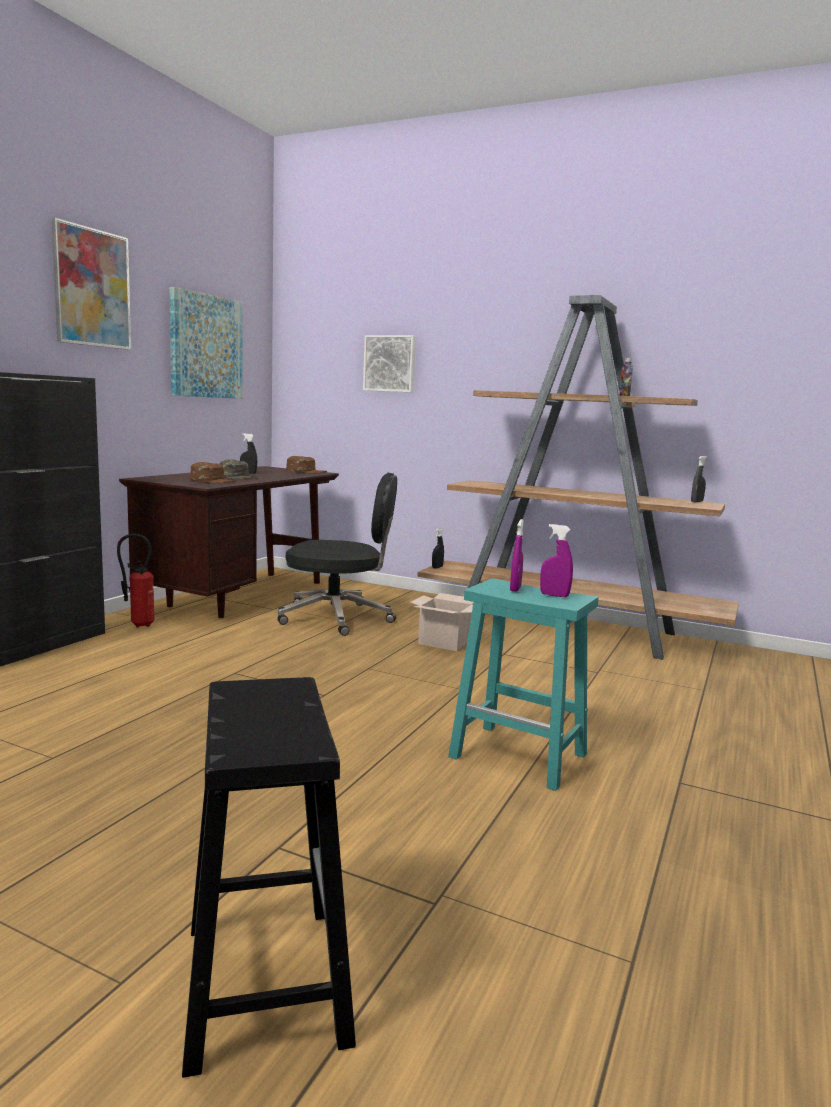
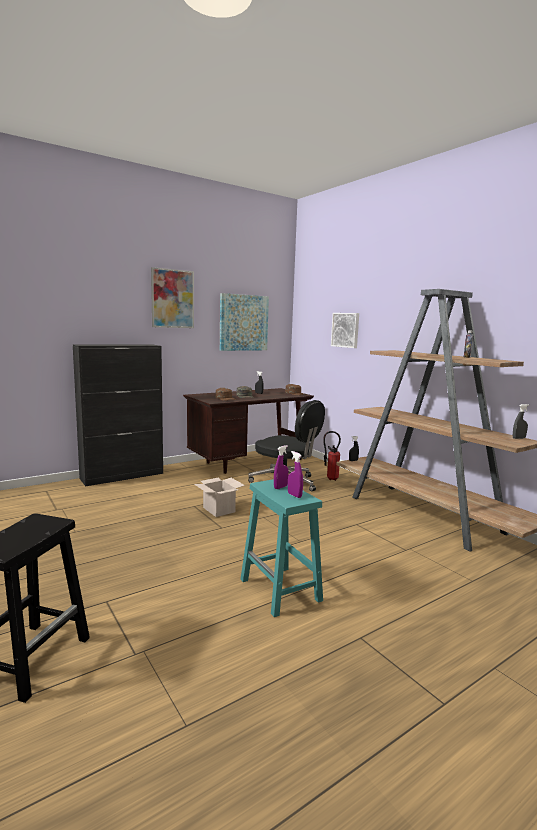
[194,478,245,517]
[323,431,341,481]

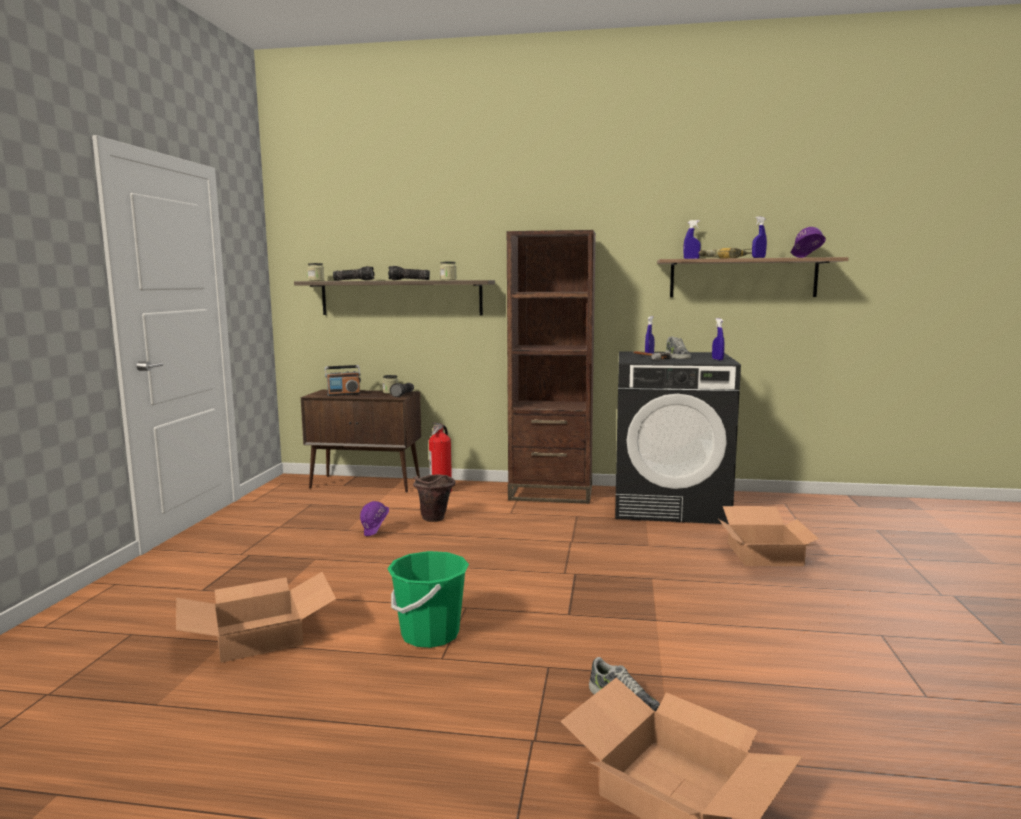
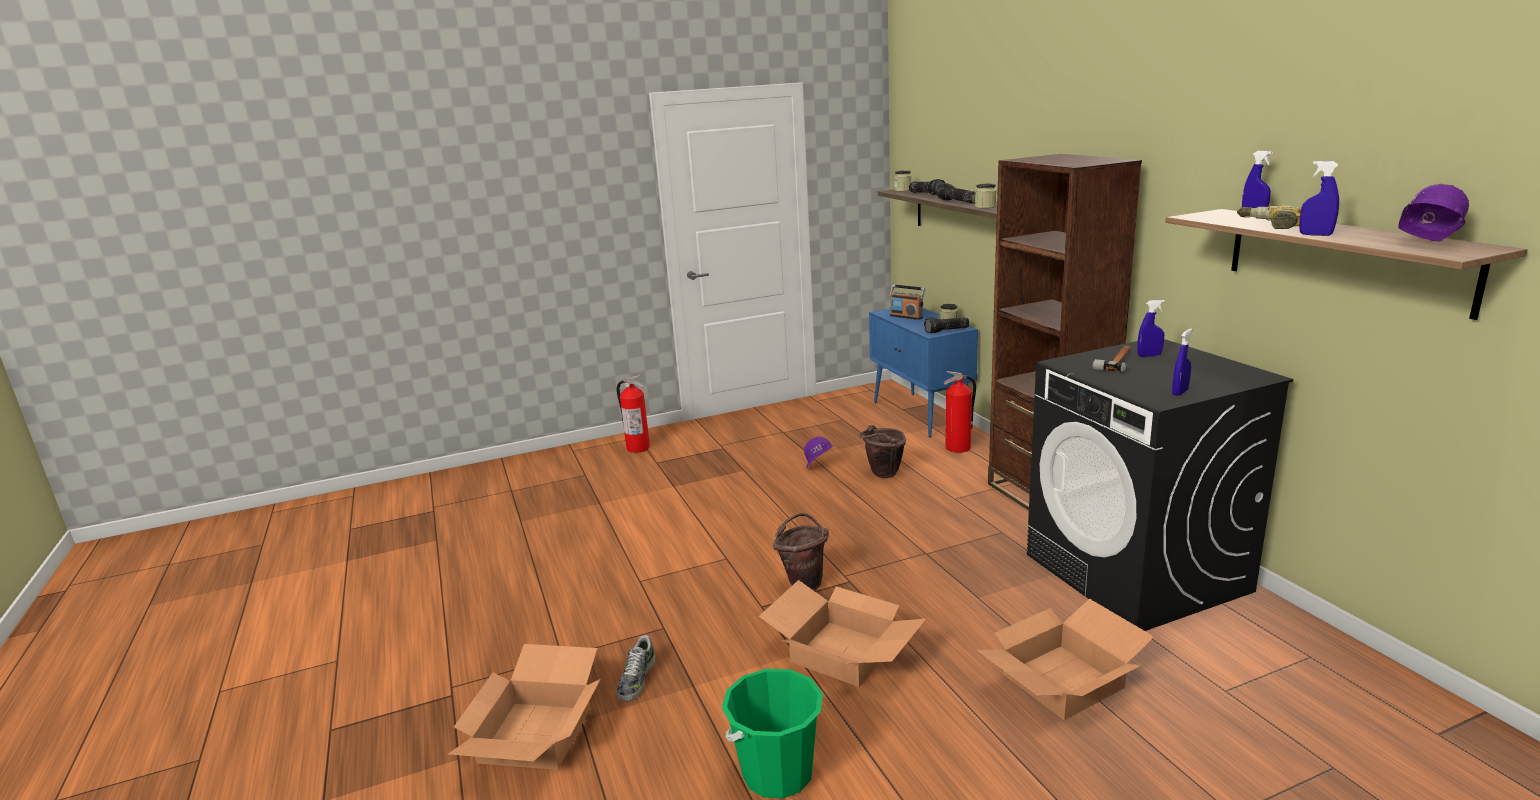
[617,375,650,453]
[722,669,823,798]
[759,580,926,687]
[773,513,829,591]
[869,308,978,437]
[665,337,691,359] (first image)

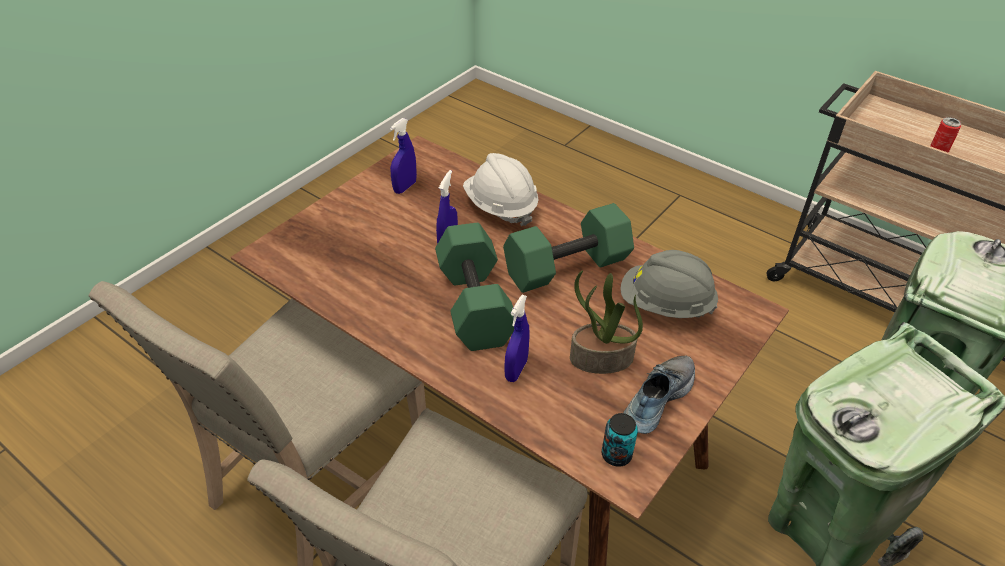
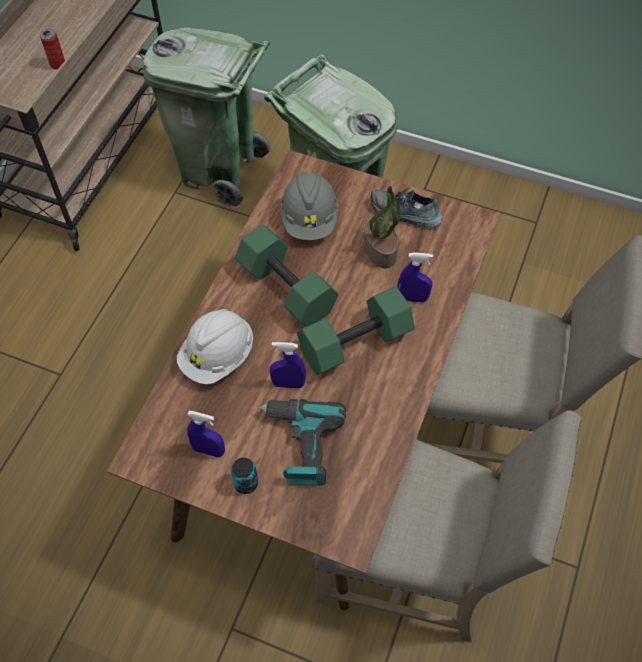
[231,458,258,494]
[258,399,346,486]

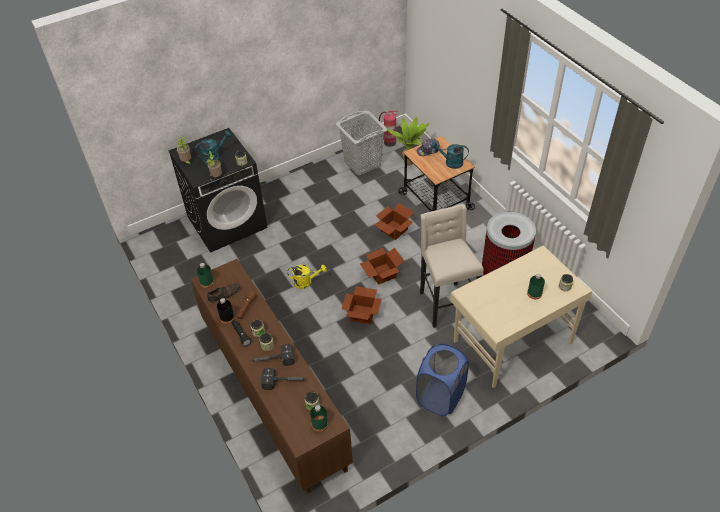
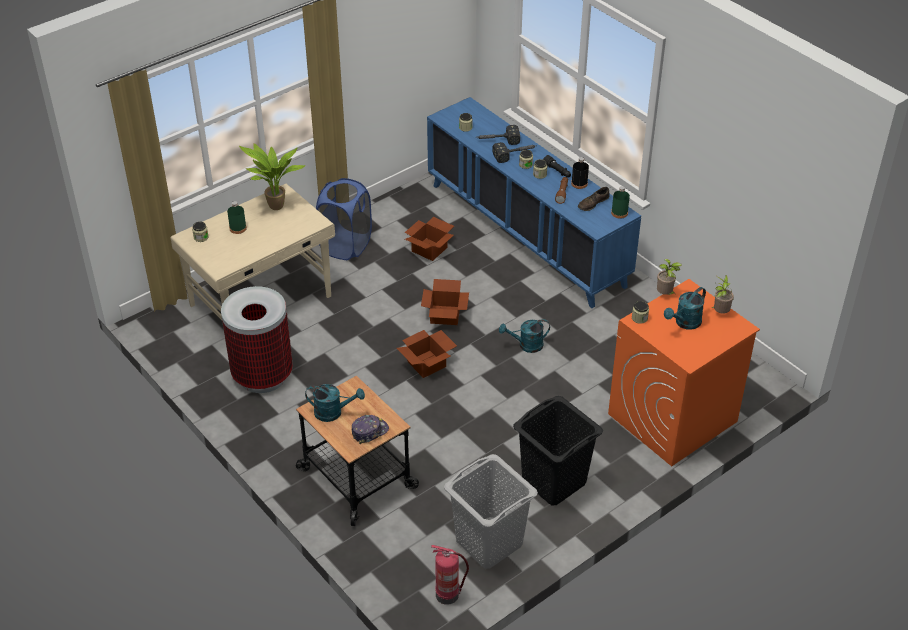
[239,143,306,210]
[405,217,454,261]
[427,97,641,308]
[499,319,550,353]
[513,396,603,506]
[608,279,760,466]
[310,405,328,432] (first image)
[420,204,484,328] (first image)

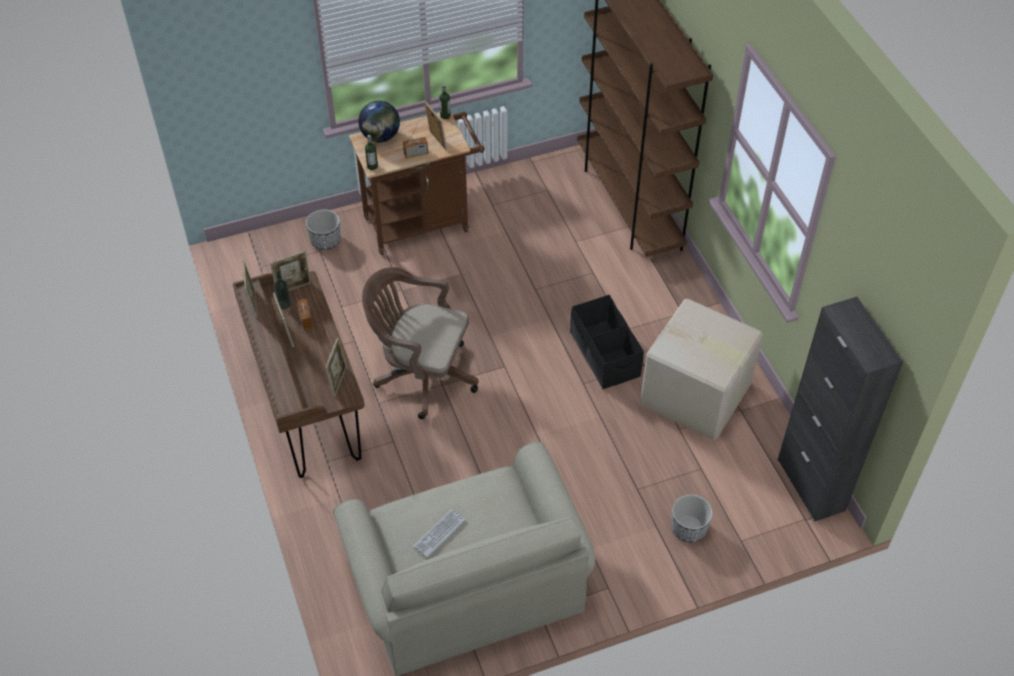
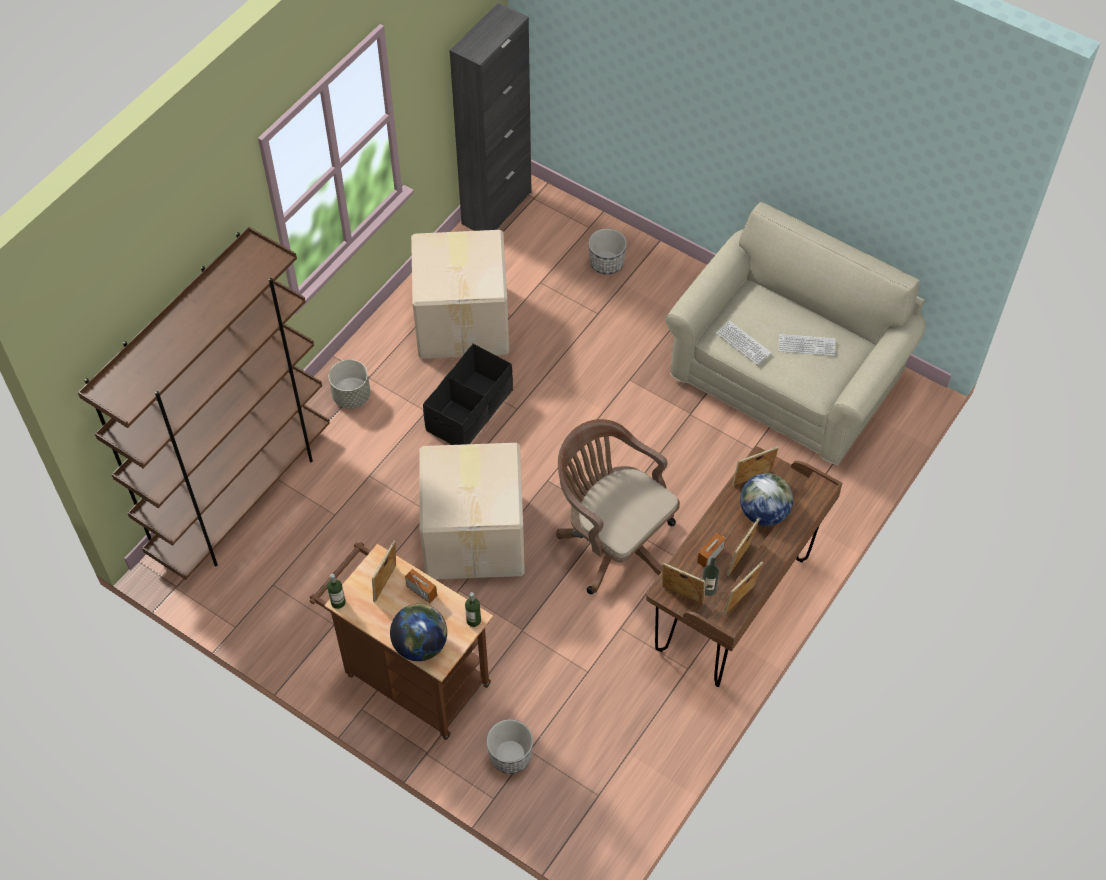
[329,359,371,409]
[419,443,525,579]
[556,419,680,594]
[717,321,771,365]
[740,473,793,526]

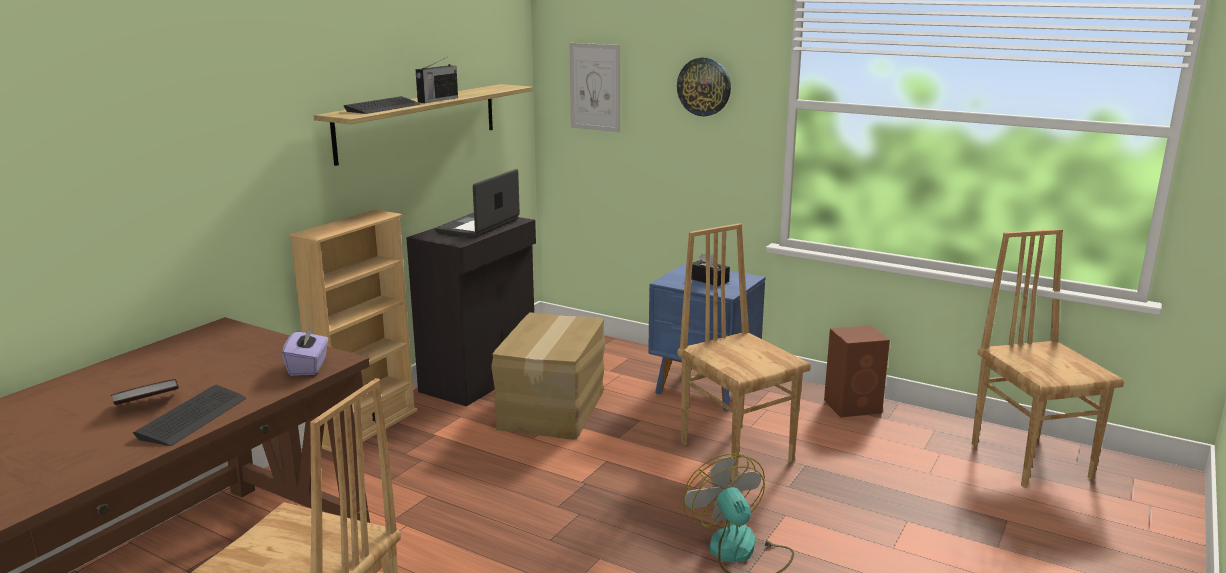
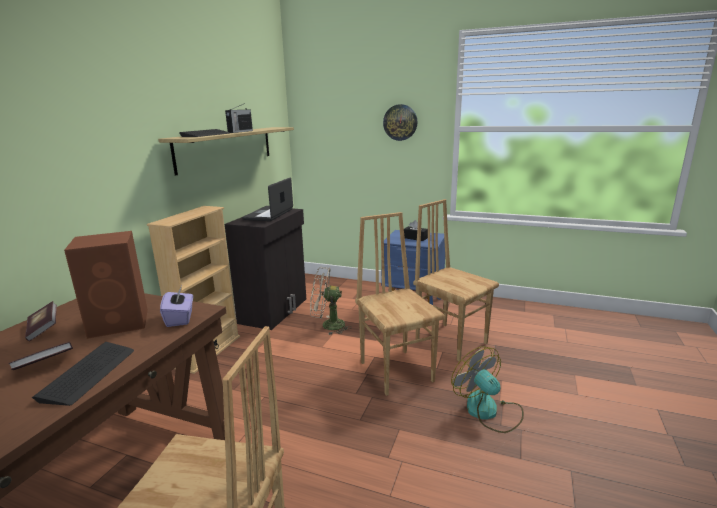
[25,301,57,341]
[64,231,148,339]
[310,267,352,335]
[355,212,445,396]
[570,43,620,132] (first image)

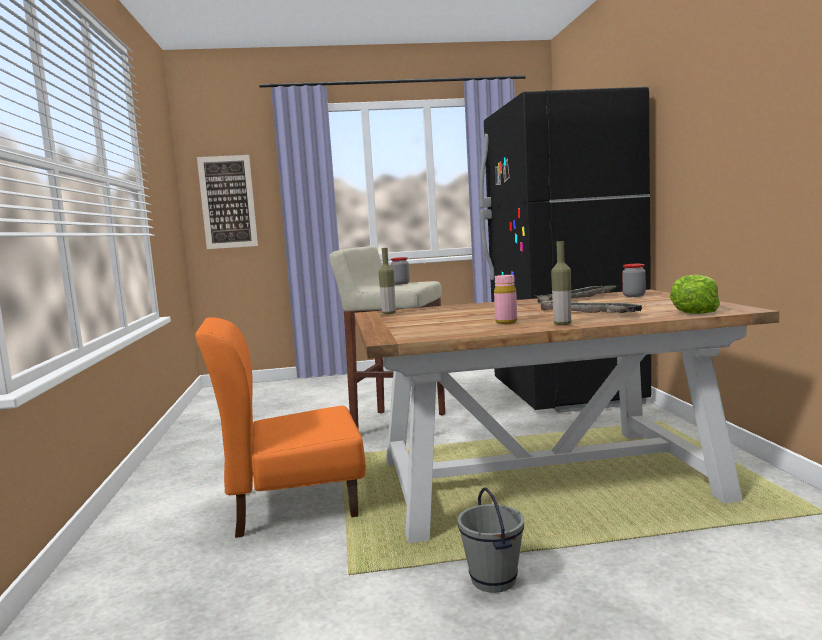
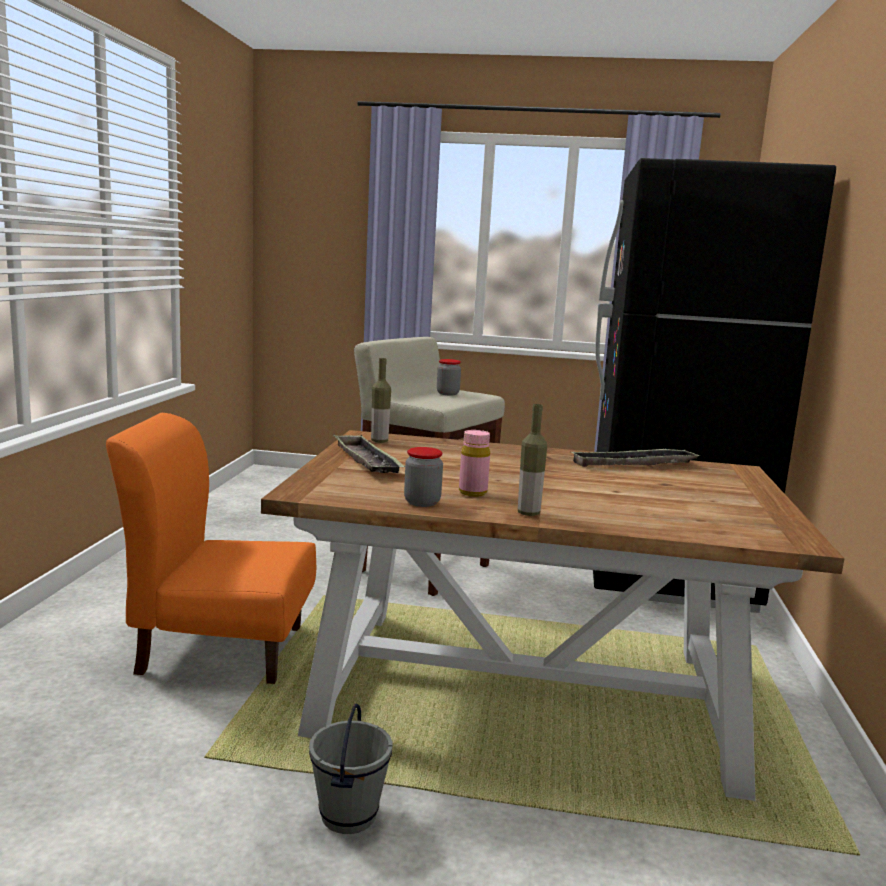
[333,434,405,473]
[404,447,443,507]
[197,155,258,249] (first image)
[670,275,720,314] (first image)

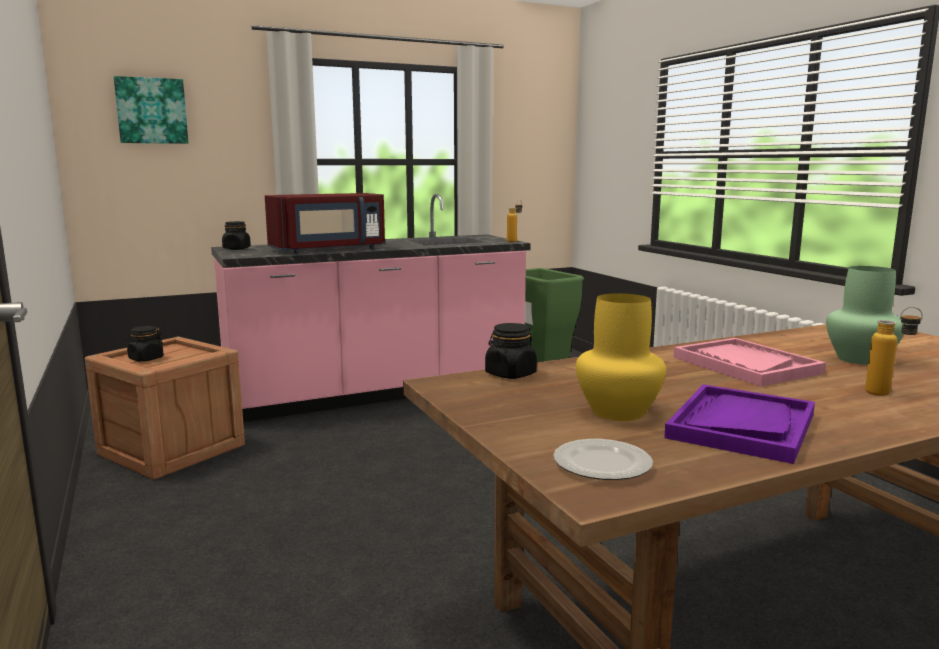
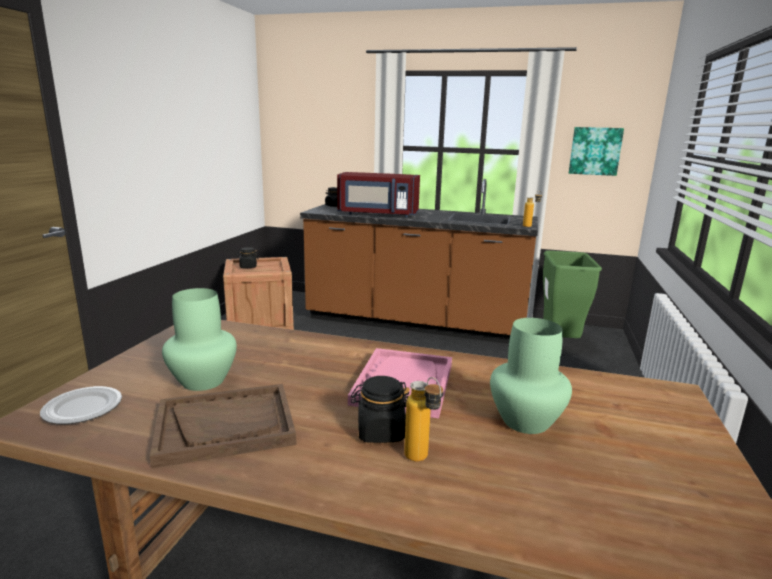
[150,384,296,468]
[162,288,237,391]
[300,179,538,344]
[351,376,410,443]
[569,127,624,176]

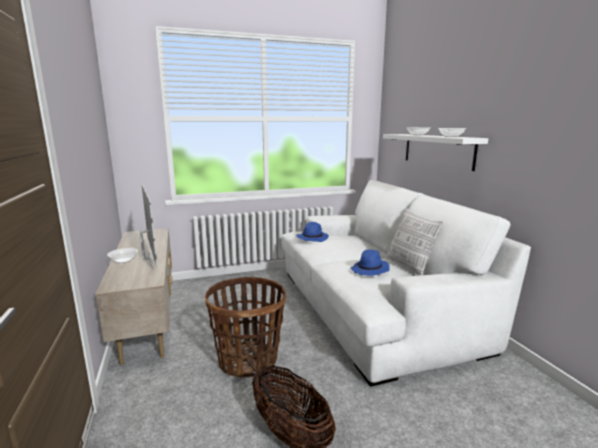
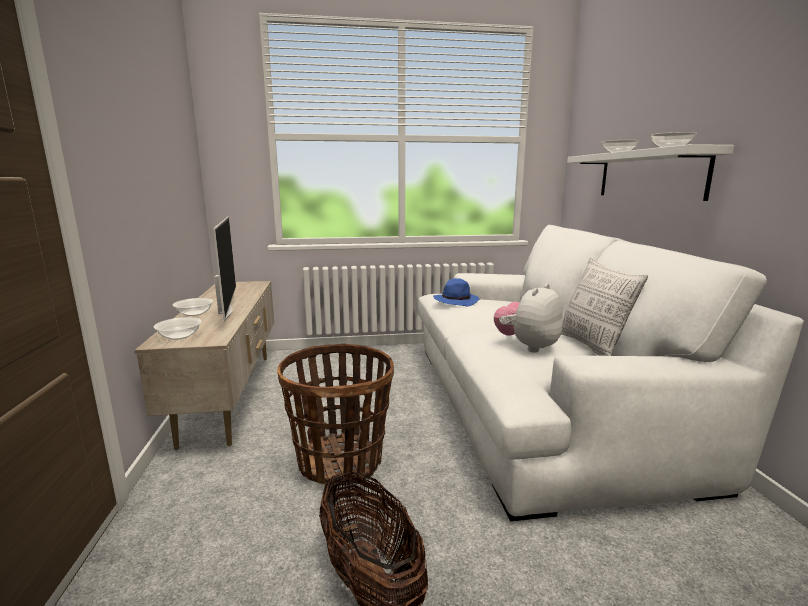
[154,317,202,340]
[494,283,563,353]

